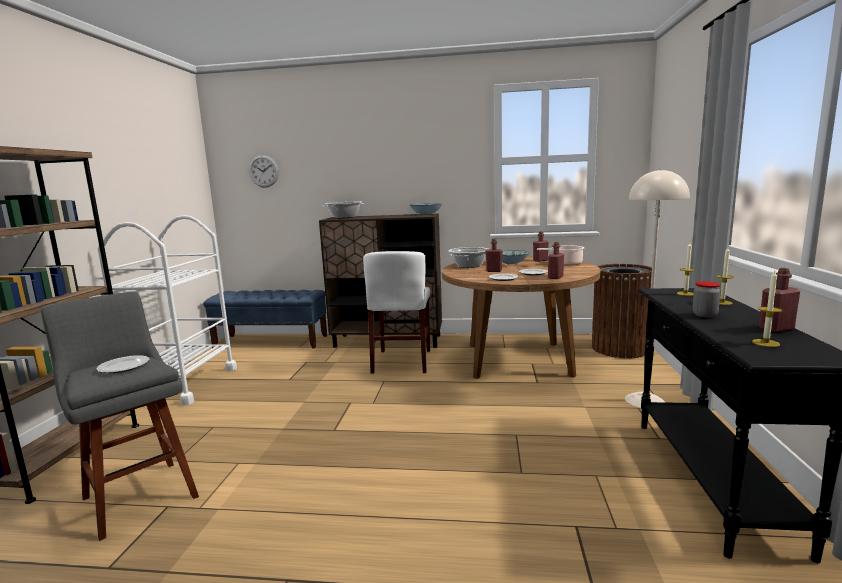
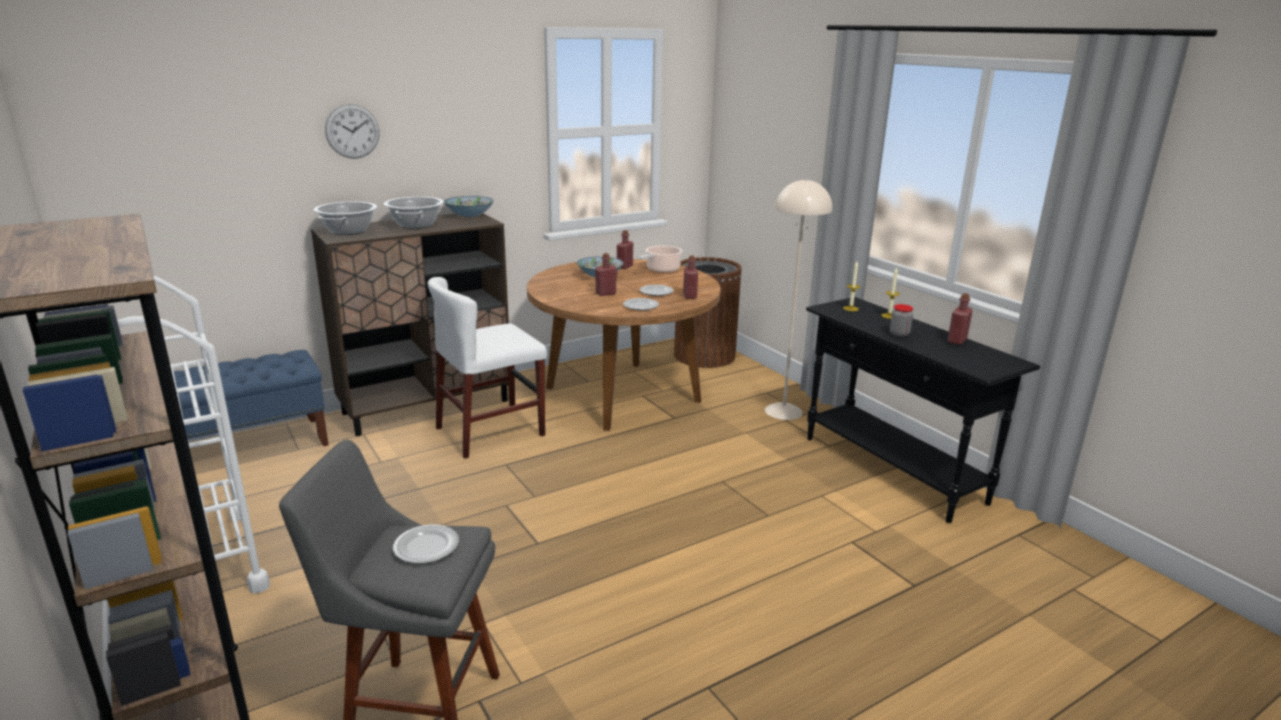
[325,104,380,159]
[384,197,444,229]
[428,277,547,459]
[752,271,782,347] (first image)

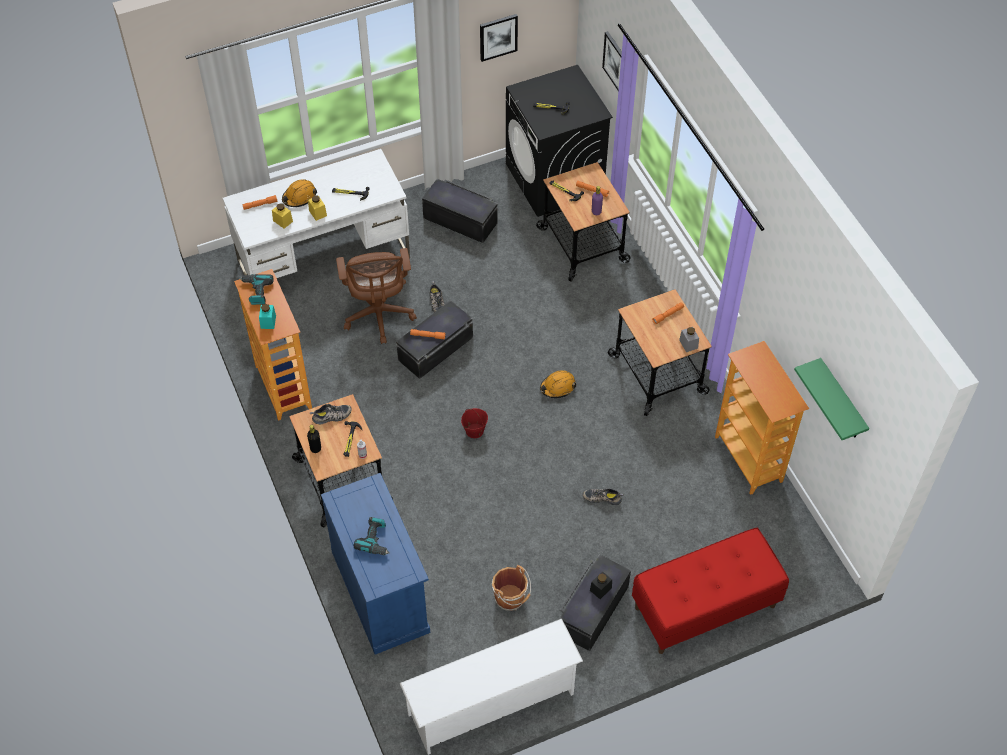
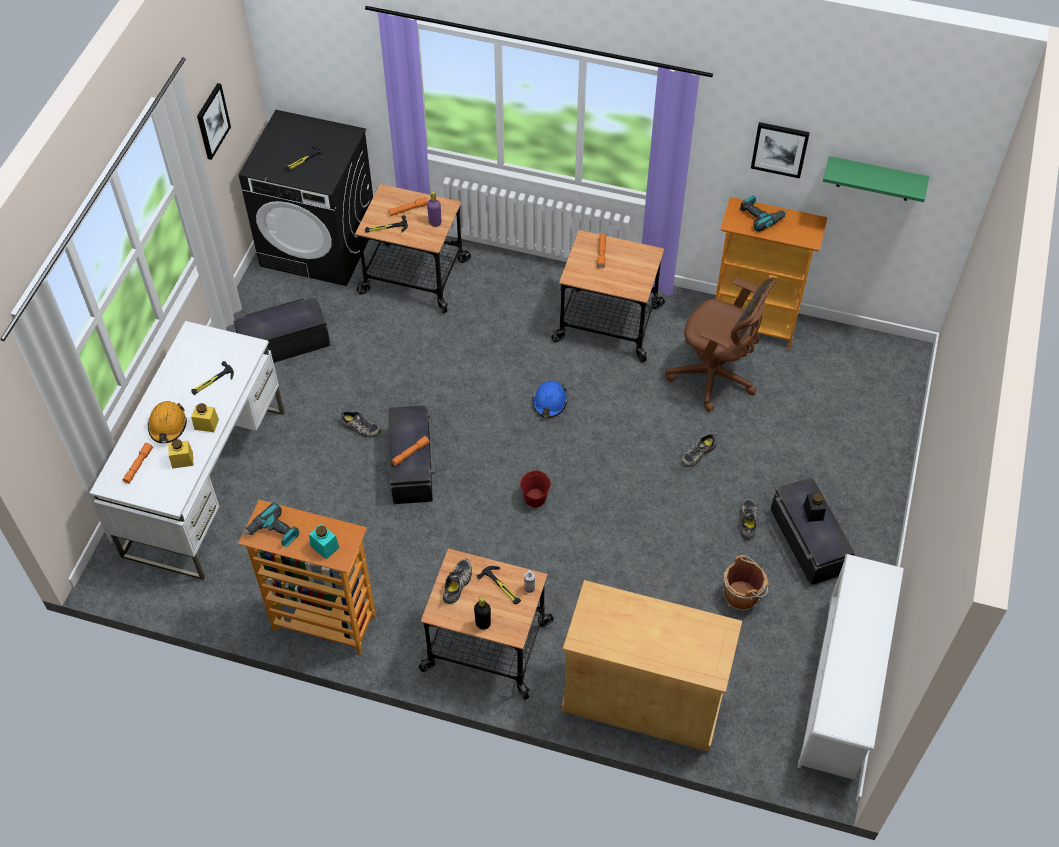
[533,381,568,418]
[561,580,742,752]
[665,277,777,412]
[740,195,787,232]
[741,498,758,540]
[751,122,810,179]
[632,528,789,654] (first image)
[679,327,699,352] (first image)

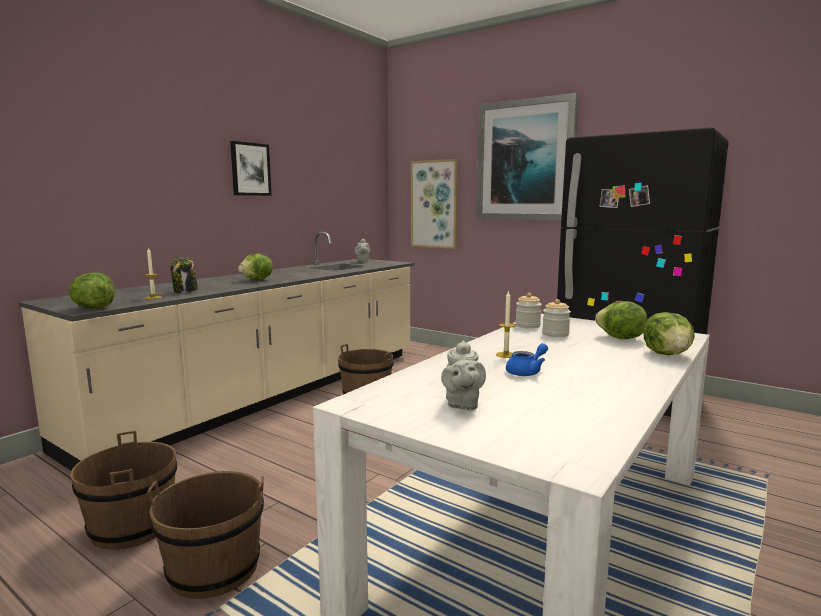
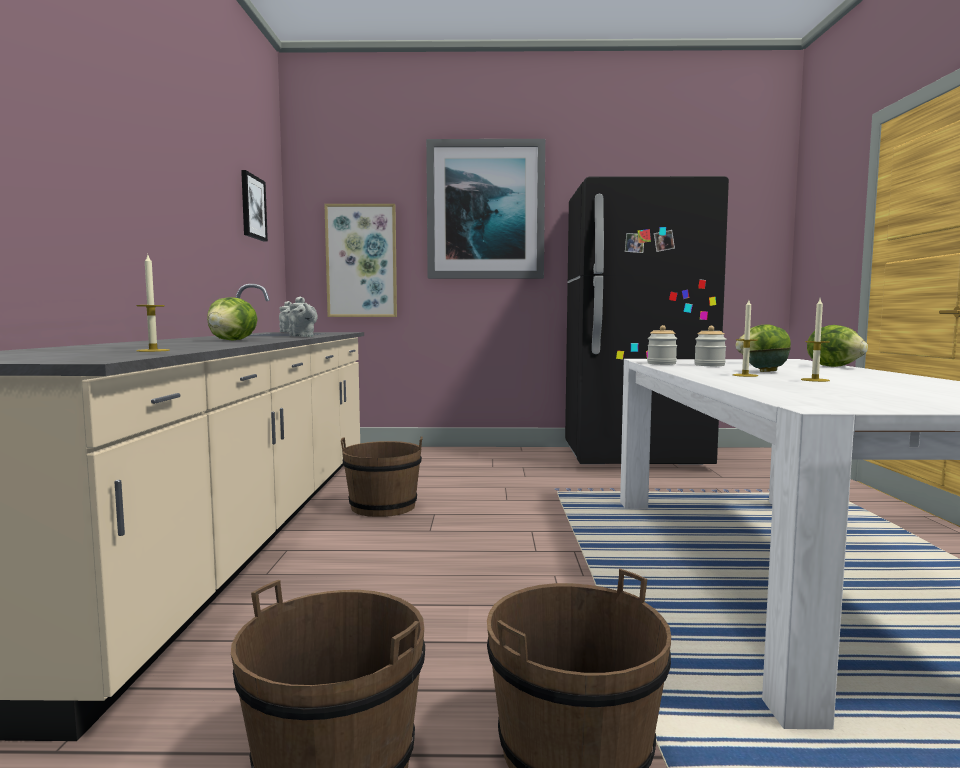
[241,170,268,242]
[288,296,318,337]
[749,347,791,372]
[801,299,830,382]
[69,273,115,309] (first image)
[170,257,198,293] (first image)

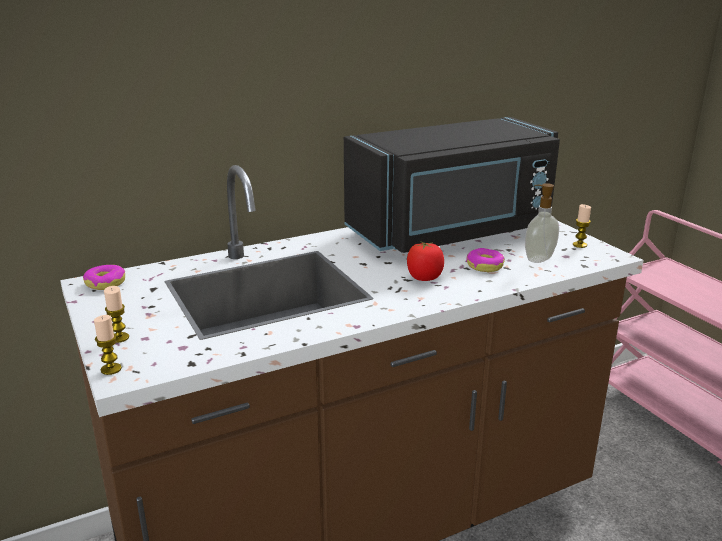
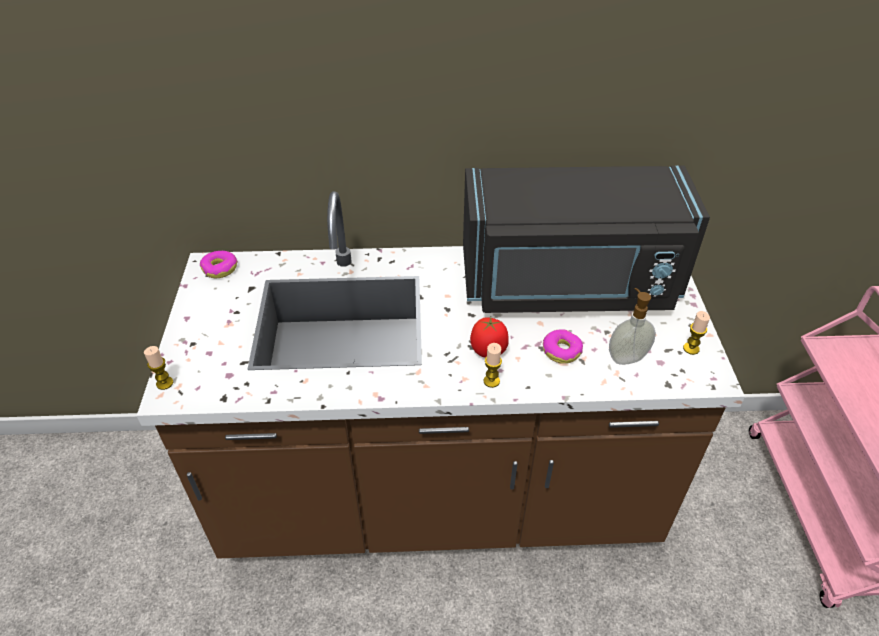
[483,343,502,388]

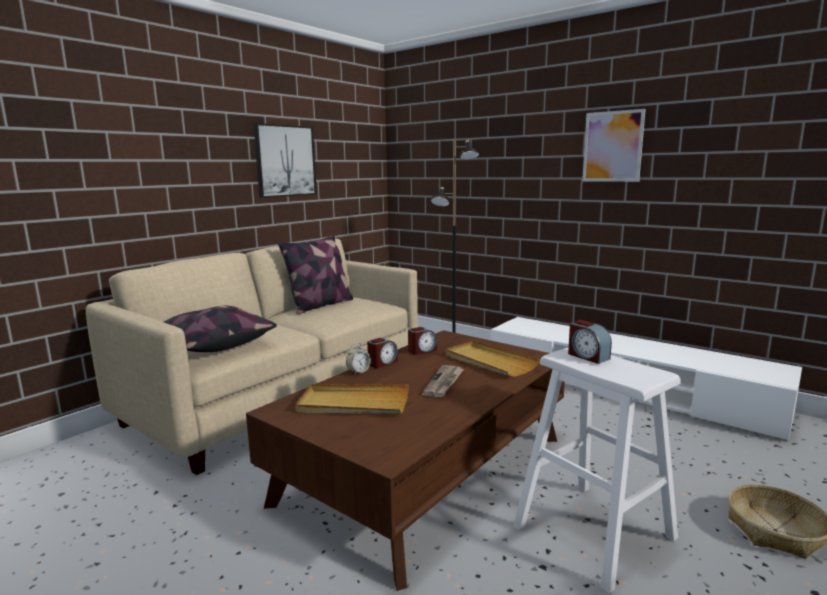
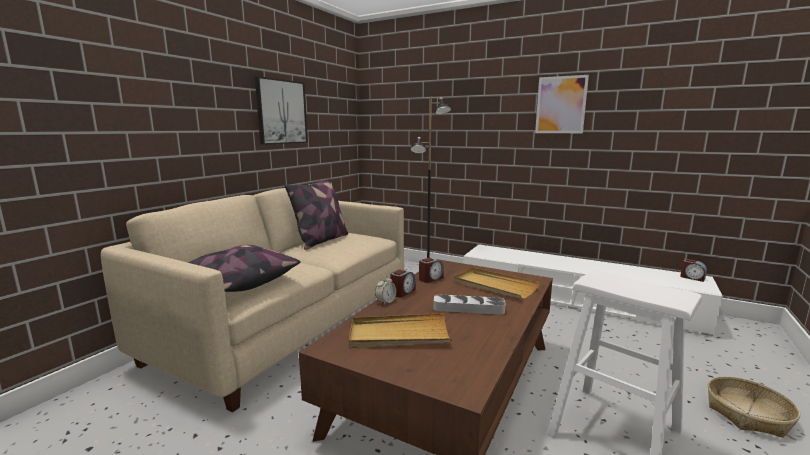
[434,294,506,315]
[680,259,707,282]

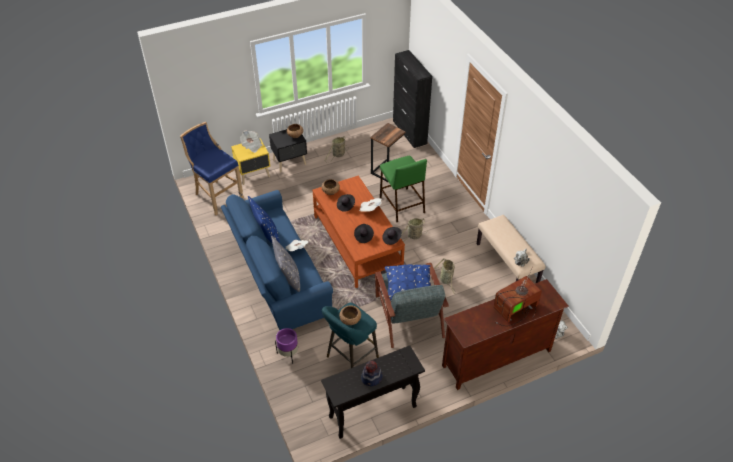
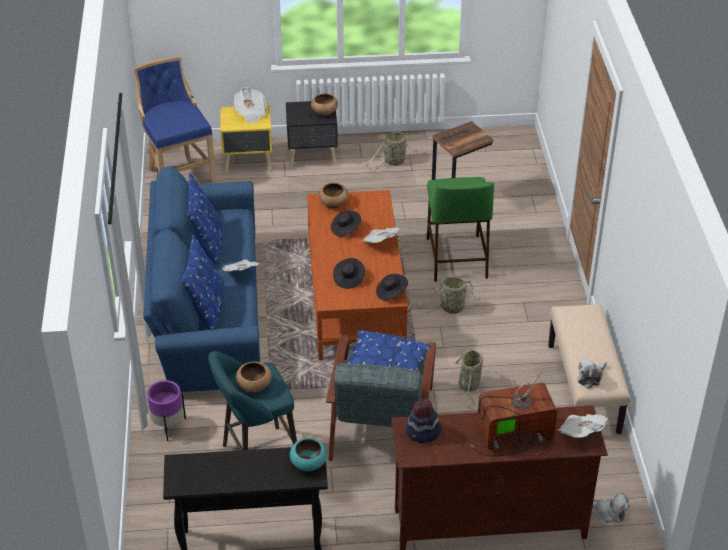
[182,235,224,330]
[290,438,327,472]
[406,398,441,443]
[557,414,608,438]
[393,50,432,148] (first image)

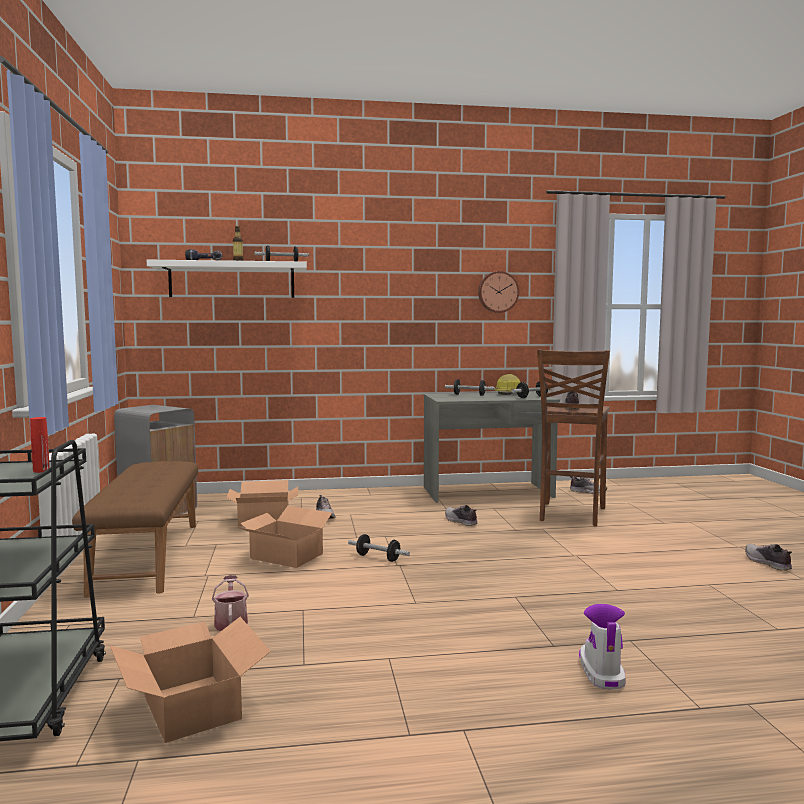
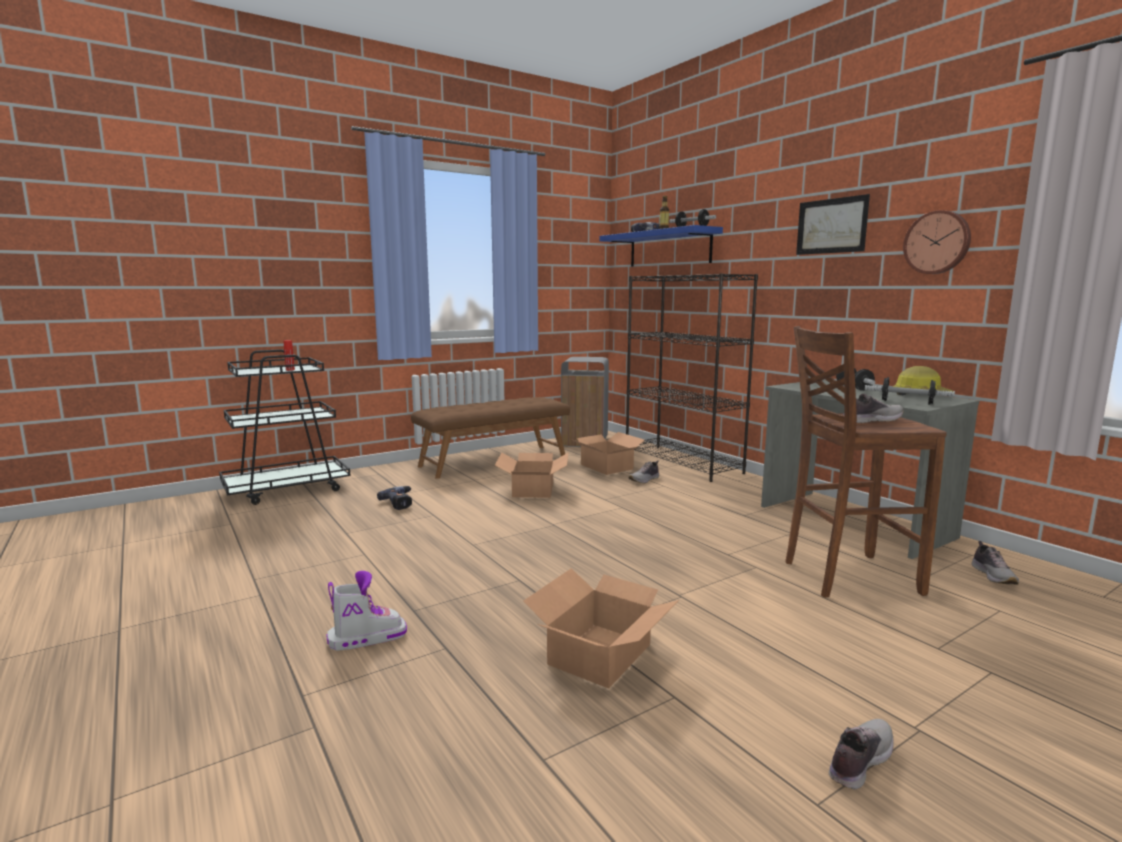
[377,486,412,510]
[523,568,679,688]
[599,225,723,267]
[626,273,758,482]
[796,194,870,255]
[348,534,410,562] (first image)
[445,505,478,526] (first image)

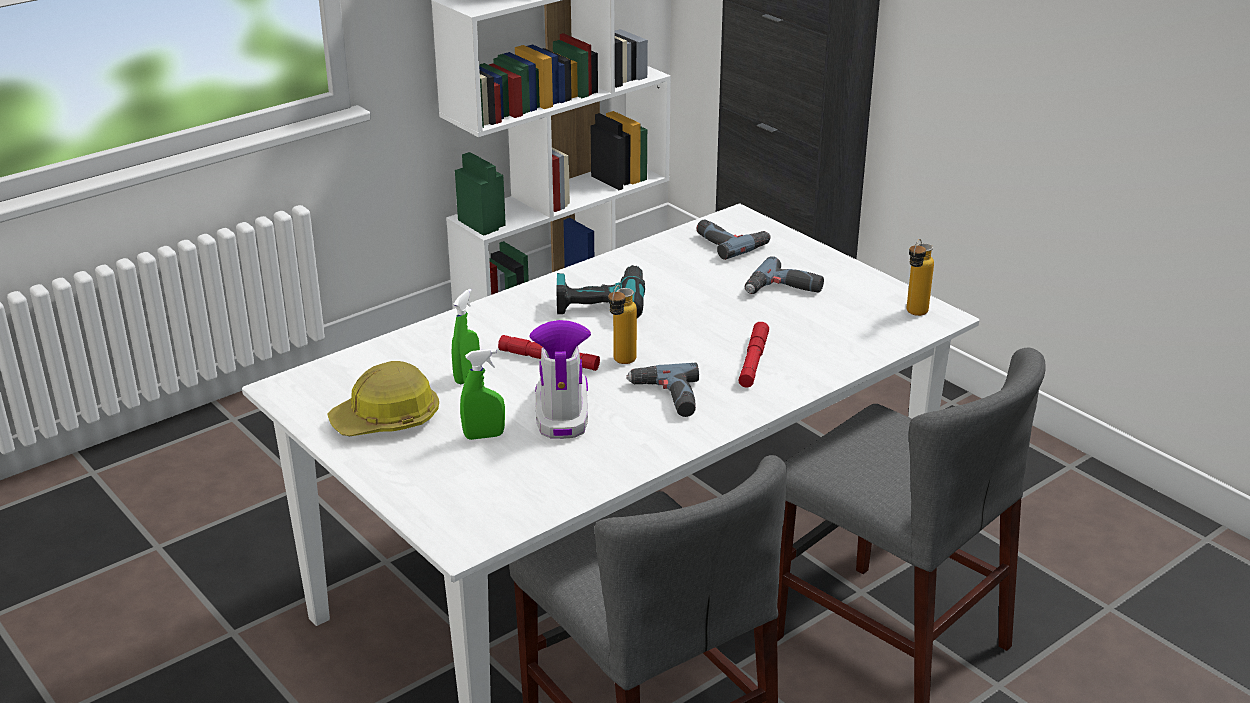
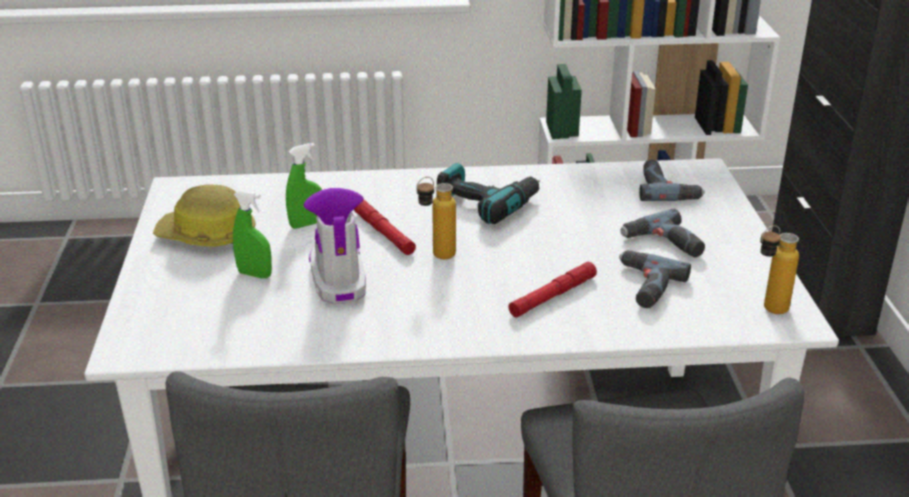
[304,188,366,304]
[619,250,691,308]

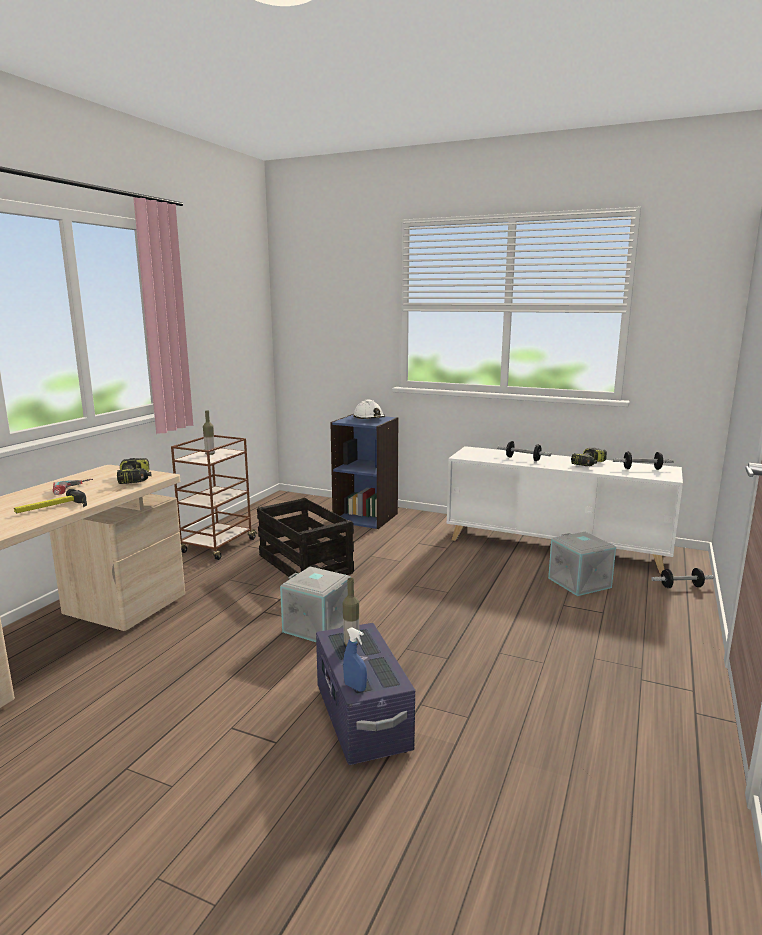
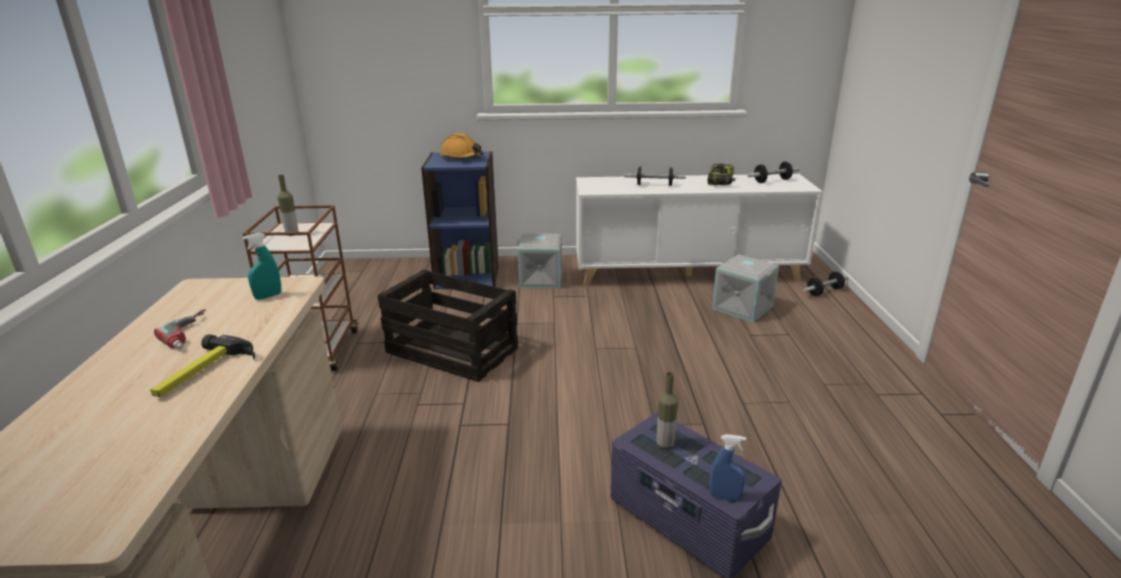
[243,233,281,300]
[440,133,484,159]
[517,233,564,288]

